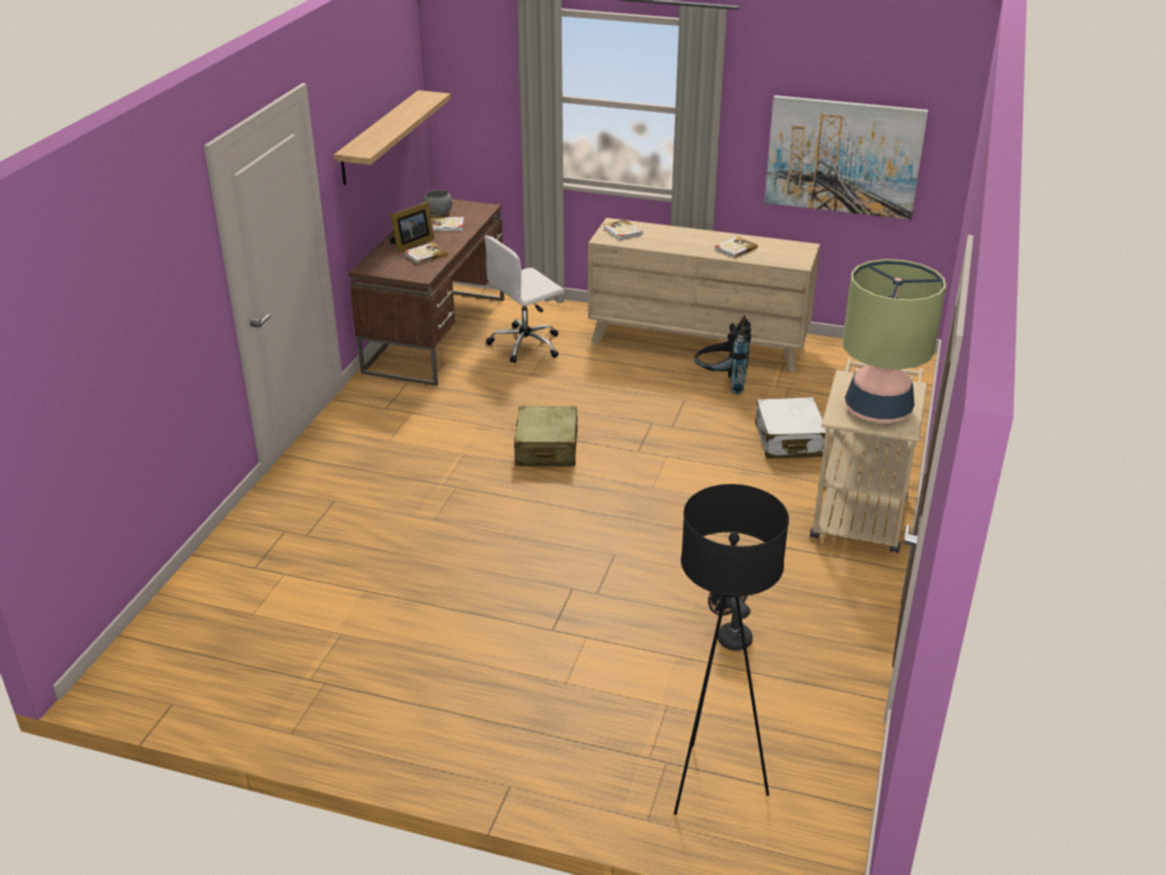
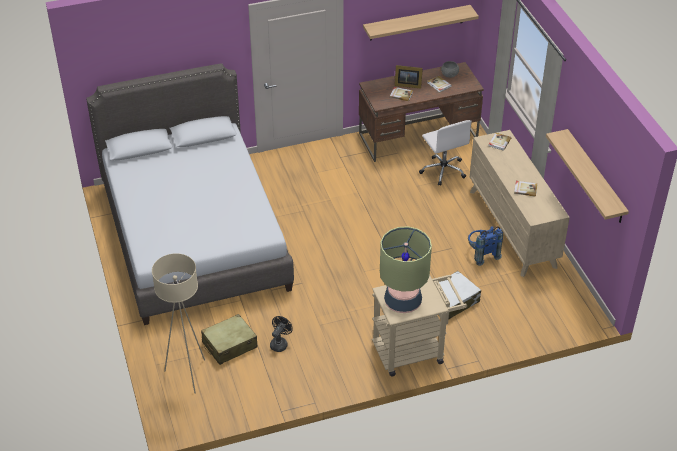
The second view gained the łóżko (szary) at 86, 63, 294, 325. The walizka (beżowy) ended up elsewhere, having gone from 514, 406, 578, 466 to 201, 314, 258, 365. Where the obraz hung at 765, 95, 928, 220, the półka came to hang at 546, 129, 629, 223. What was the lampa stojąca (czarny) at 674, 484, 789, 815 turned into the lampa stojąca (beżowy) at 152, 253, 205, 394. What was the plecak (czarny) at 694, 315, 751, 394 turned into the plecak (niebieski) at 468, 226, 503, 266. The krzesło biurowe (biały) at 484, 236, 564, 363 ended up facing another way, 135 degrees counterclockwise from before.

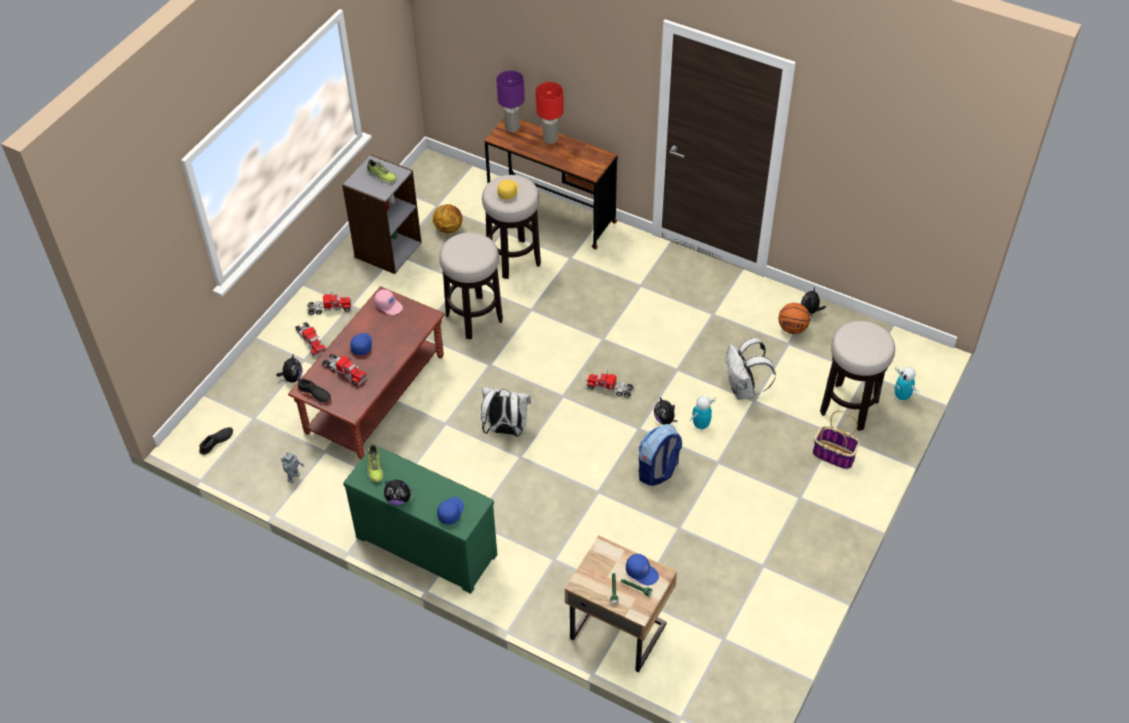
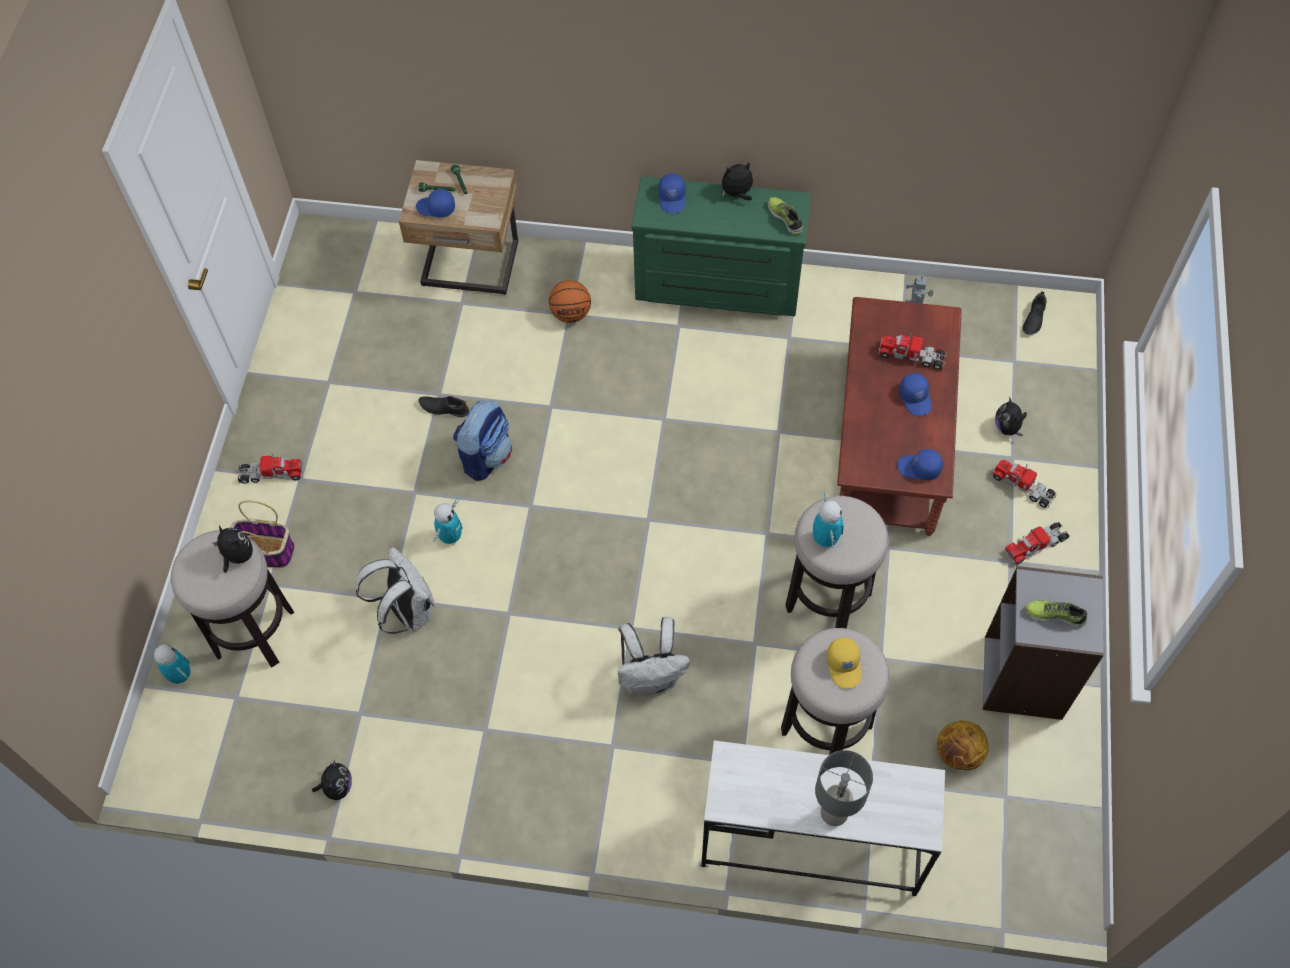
The second view lost the lampa stołowa (fioletowy) at 496, 70, 525, 132. The second view gained the robot zabawkowy at 813, 493, 844, 547. The but (czarny) ended up elsewhere, having gone from 298, 378, 331, 403 to 418, 396, 469, 417. The plecak (biały) ended up elsewhere, having gone from 481, 387, 531, 437 to 618, 617, 690, 695. The ciężarówka zabawkowa ended up elsewhere, having gone from 586, 371, 634, 398 to 238, 454, 303, 484. The pluszak ended up elsewhere, having gone from 654, 397, 678, 425 to 213, 525, 253, 573. The piłka do koszykówki ended up elsewhere, having gone from 778, 303, 810, 334 to 549, 280, 591, 323. What was the czapka z daszkiem (różowy) at 374, 290, 403, 315 turned into the czapka z daszkiem (niebieski) at 897, 449, 943, 480. What was the biurko (brązowy) at 484, 117, 617, 250 turned into the biurko (biały) at 699, 741, 945, 896. What was the lampa stołowa (czerwony) at 536, 82, 564, 144 turned into the lampa stołowa (szary) at 815, 750, 873, 826.

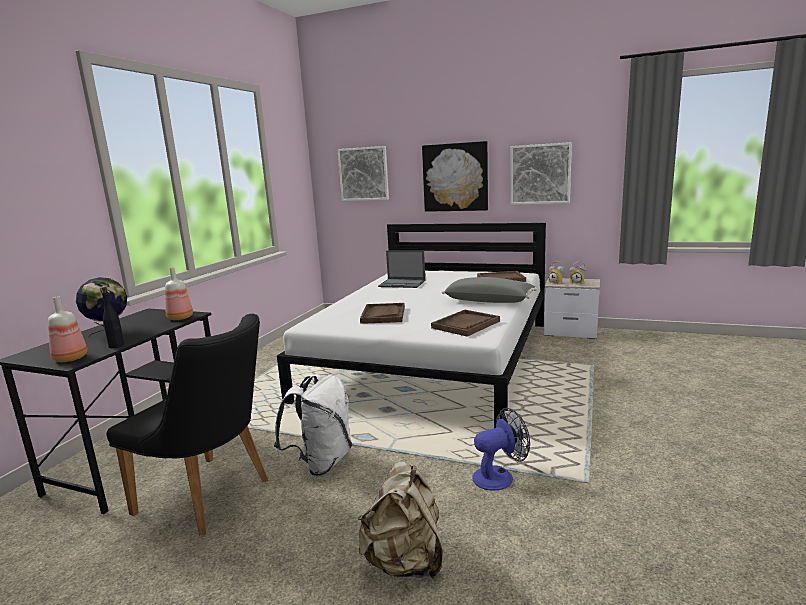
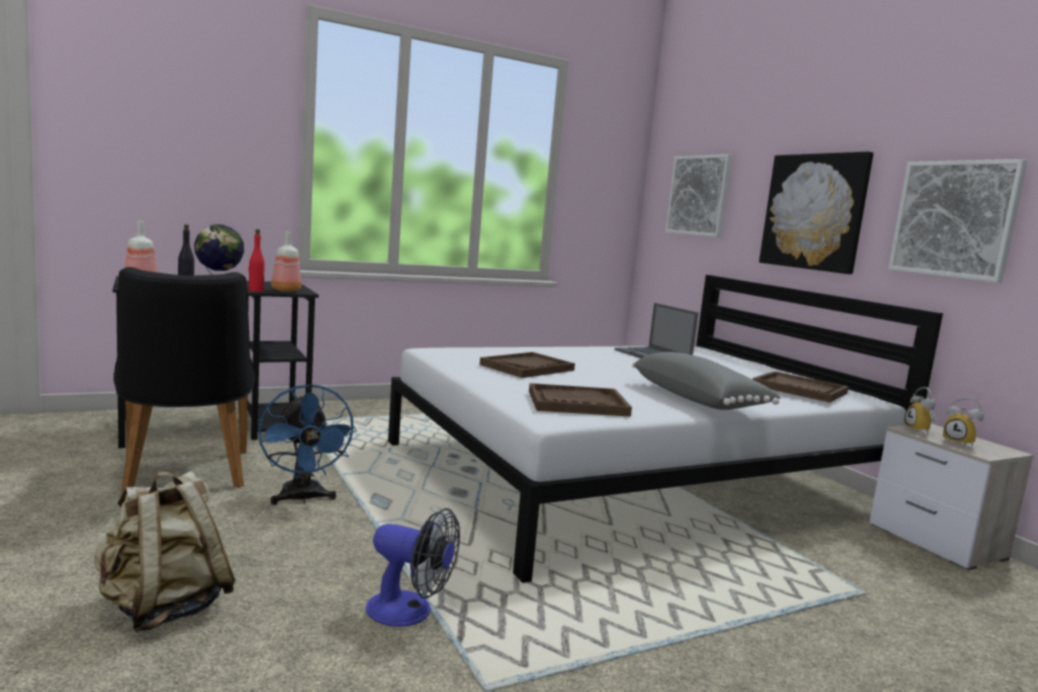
The second view gained the butelka (czerwony) at 249, 229, 265, 292. Where the plecak (biały) stood at 274, 374, 352, 476, the wentylator (niebieski) came to stand at 258, 384, 357, 505.

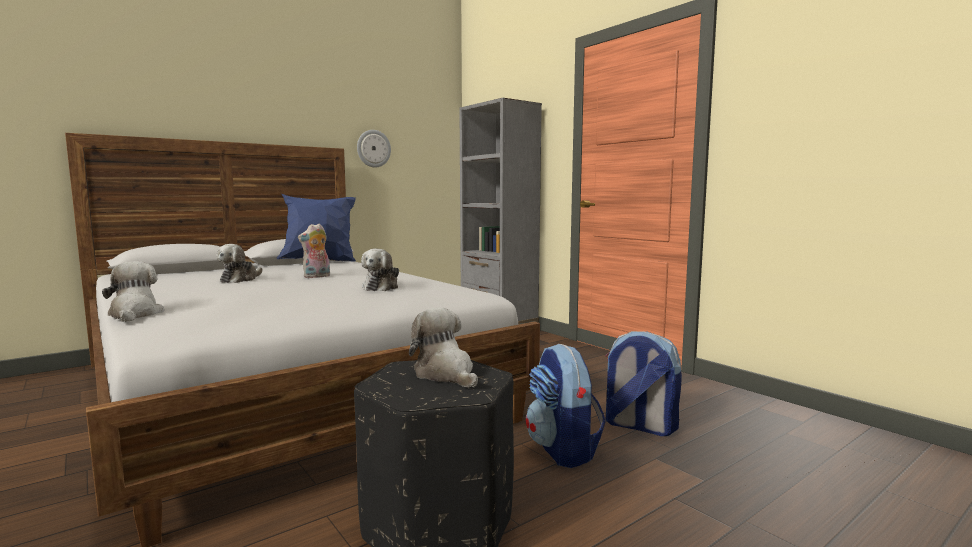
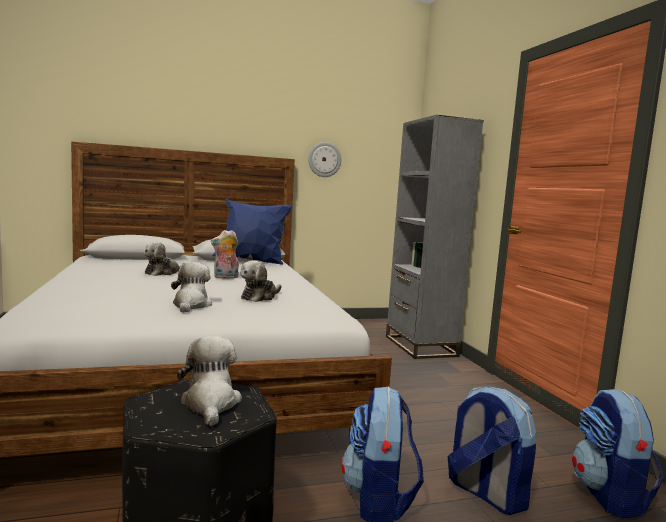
The second view gained the plecak at 572, 389, 664, 518. The pluszak ended up elsewhere, having gone from 102, 261, 164, 322 to 171, 262, 212, 313.

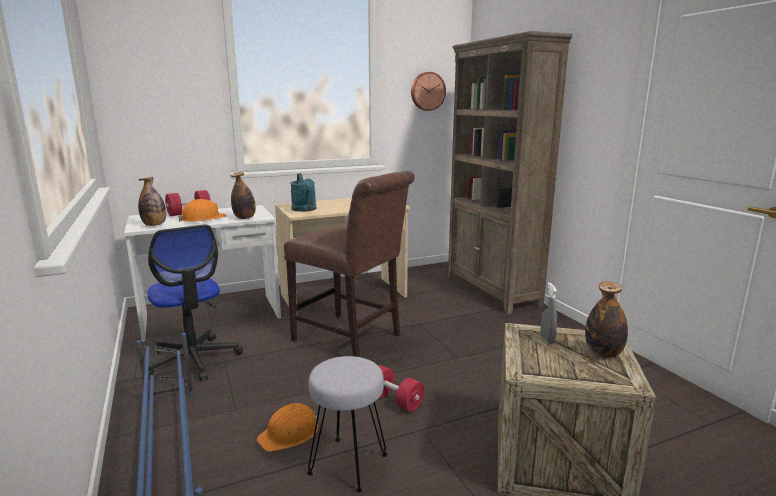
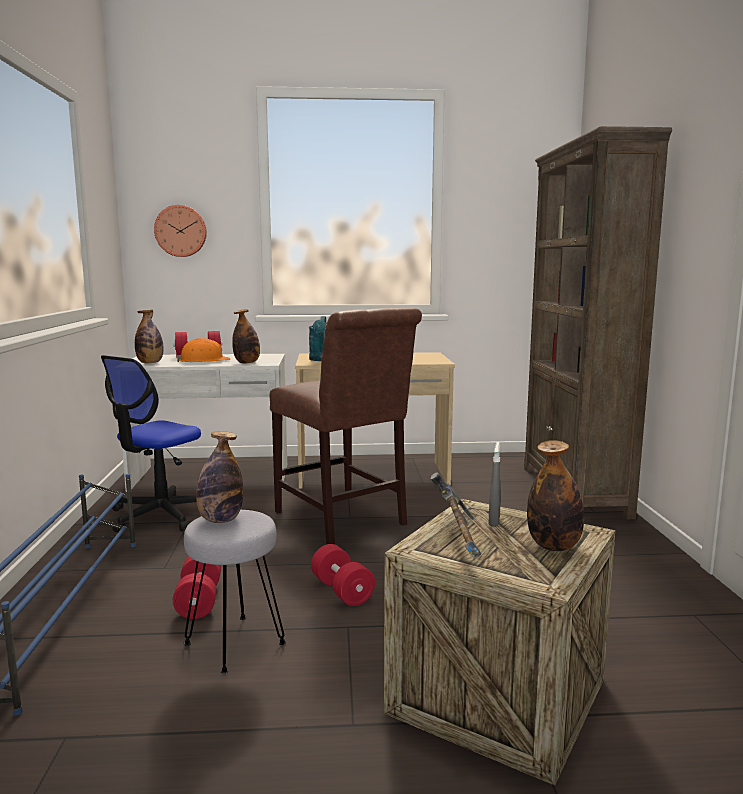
The second view gained the butelka at 196, 431, 243, 523. The second view gained the młotek at 430, 472, 481, 558. The zegar ścienny ended up elsewhere, having gone from 411, 72, 446, 111 to 154, 205, 207, 257. Where the kask (pomarańczowy) stood at 257, 403, 318, 452, the hantel (czerwony) came to stand at 173, 556, 221, 619. The krzesło biurowe at 147, 225, 243, 381 ended up facing another way, 45 degrees clockwise from before.

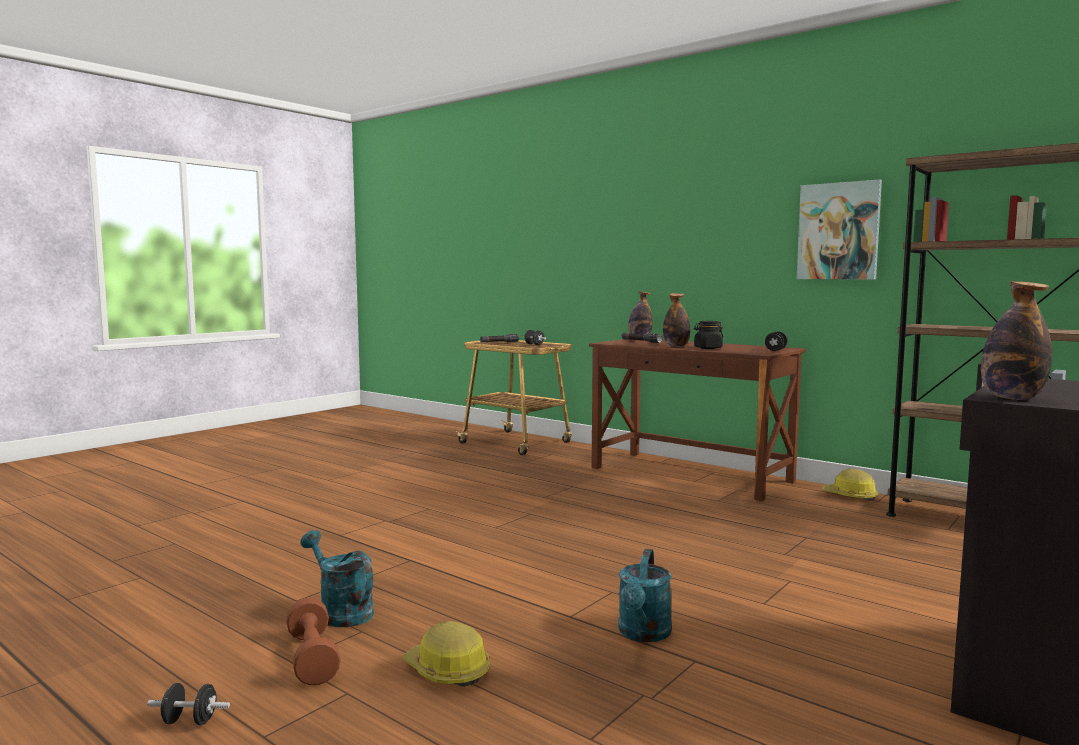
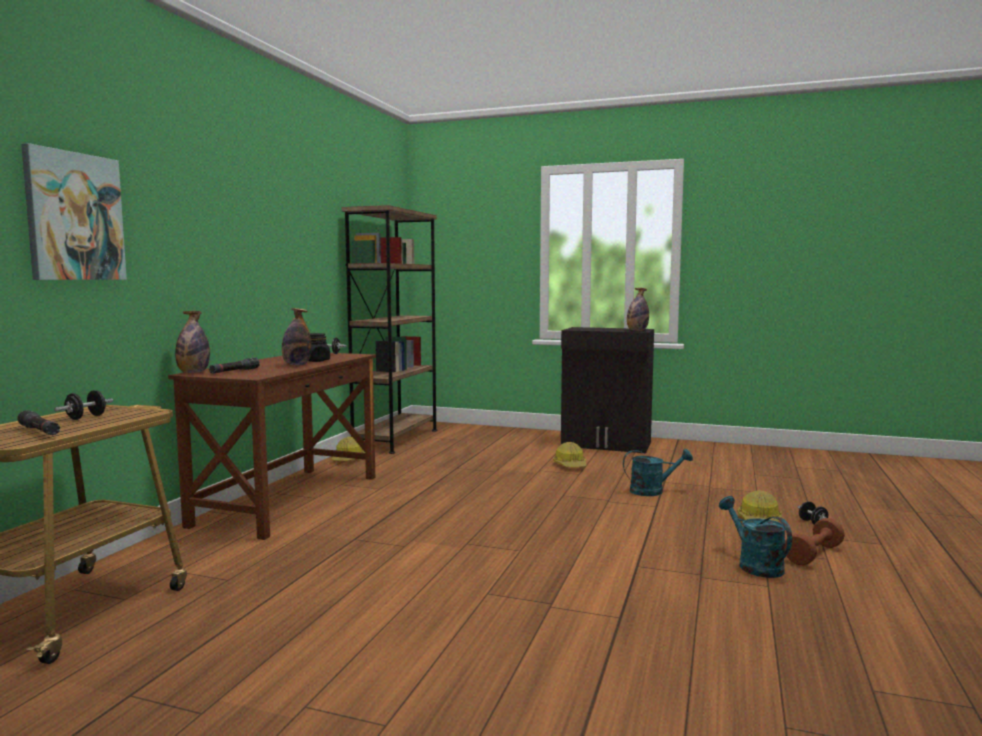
The second view gained the kask at 553, 442, 587, 467. The hantel (czarny) ended up elsewhere, having gone from 147, 683, 230, 725 to 797, 501, 828, 524. The obraz ended up elsewhere, having gone from 797, 179, 882, 280 to 21, 143, 127, 280. The konewka (turkusowy) at 301, 530, 374, 627 ended up facing another way, 135 degrees clockwise from before.

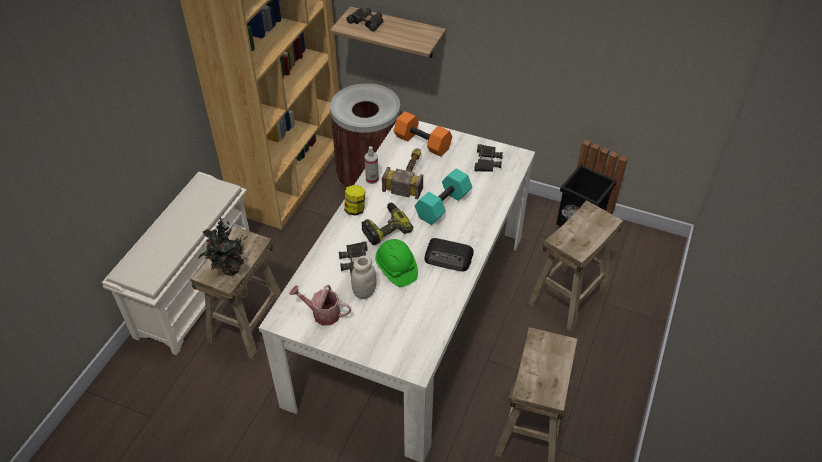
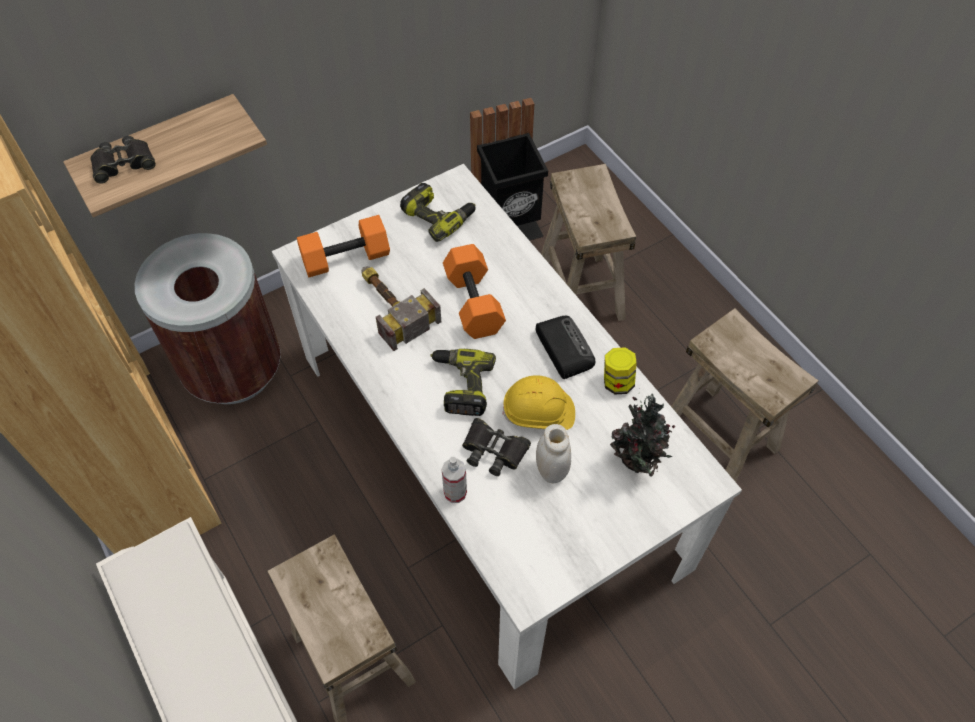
The second view lost the konewka at 289, 284, 351, 326. The roślina doniczkowa ended up elsewhere, having gone from 198, 218, 248, 276 to 610, 393, 675, 477. The słoik ended up elsewhere, having gone from 344, 185, 366, 216 to 604, 347, 637, 394. The spryskiwacz ended up elsewhere, having gone from 365, 146, 379, 184 to 442, 457, 467, 503. Where the lornetka (czarny) stood at 474, 144, 503, 172, the wiertarka came to stand at 400, 183, 476, 242. What was the kask (zielony) at 375, 239, 418, 287 turned into the kask (żółty) at 502, 375, 575, 430. What was the hantel (turkusowy) at 415, 169, 472, 225 turned into the hantel (pomarańczowy) at 443, 244, 506, 339. The radio at 425, 238, 474, 272 ended up facing another way, 75 degrees counterclockwise from before.

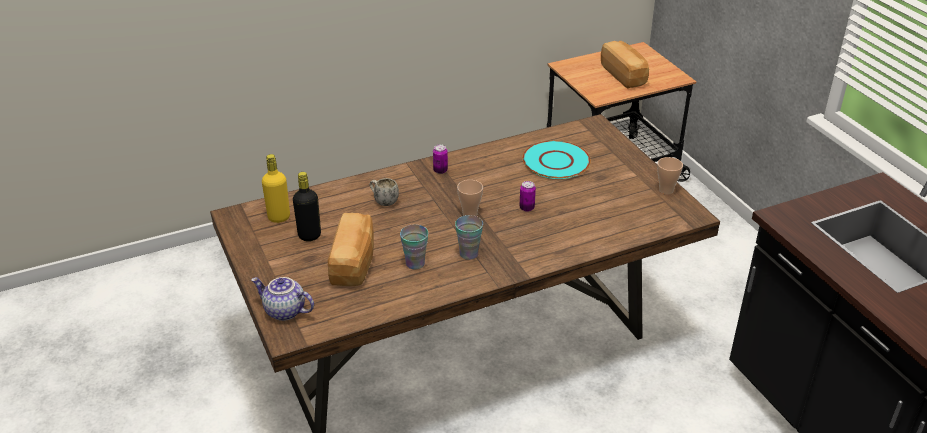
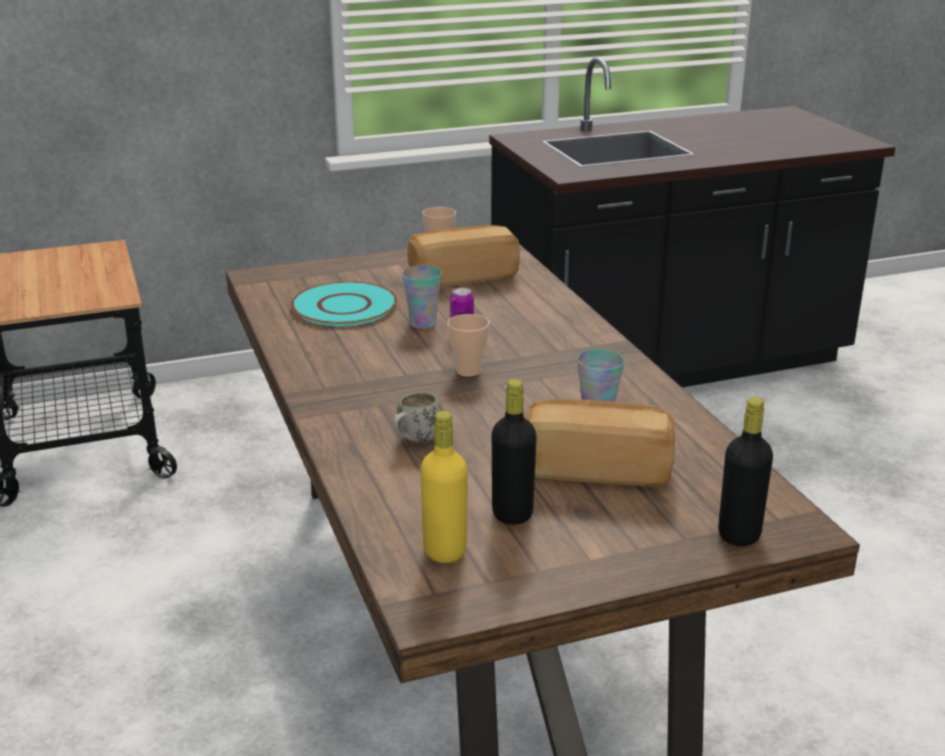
The second view lost the puszka at 433, 144, 448, 174. The filiżanka ended up elsewhere, having gone from 455, 215, 483, 260 to 402, 266, 442, 329. The chleb ended up elsewhere, having gone from 601, 41, 649, 89 to 407, 225, 520, 287. Where the imbryk stood at 251, 277, 314, 321, the butelka (czarny) came to stand at 718, 397, 773, 546.

